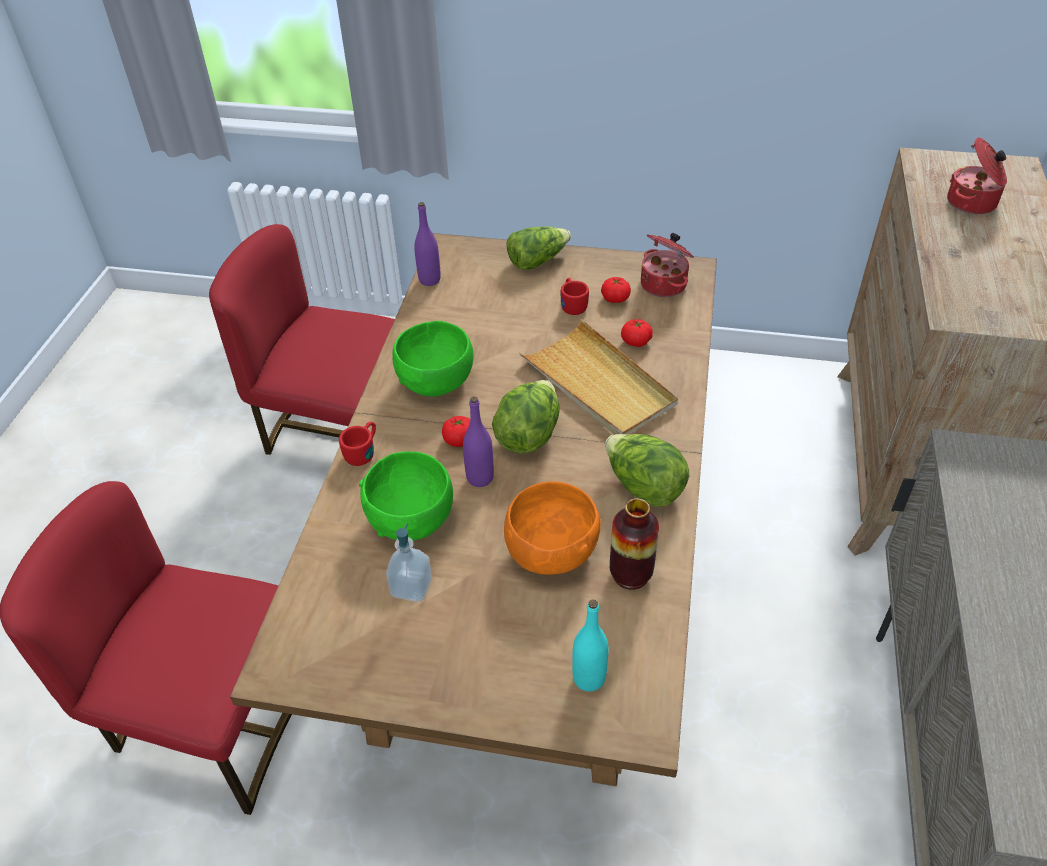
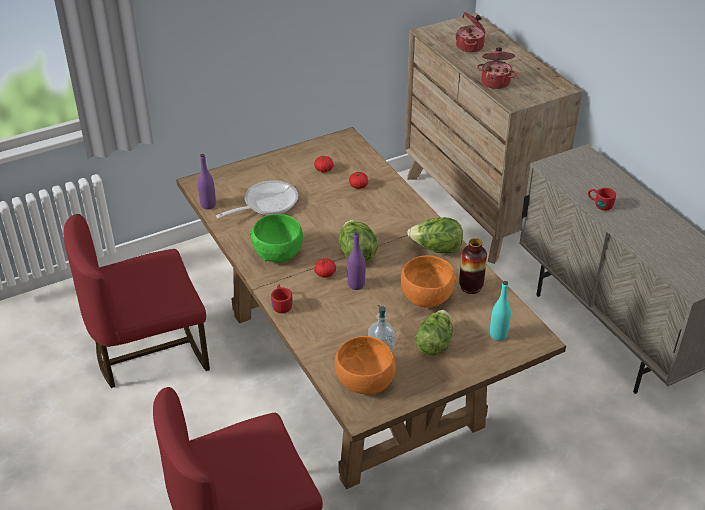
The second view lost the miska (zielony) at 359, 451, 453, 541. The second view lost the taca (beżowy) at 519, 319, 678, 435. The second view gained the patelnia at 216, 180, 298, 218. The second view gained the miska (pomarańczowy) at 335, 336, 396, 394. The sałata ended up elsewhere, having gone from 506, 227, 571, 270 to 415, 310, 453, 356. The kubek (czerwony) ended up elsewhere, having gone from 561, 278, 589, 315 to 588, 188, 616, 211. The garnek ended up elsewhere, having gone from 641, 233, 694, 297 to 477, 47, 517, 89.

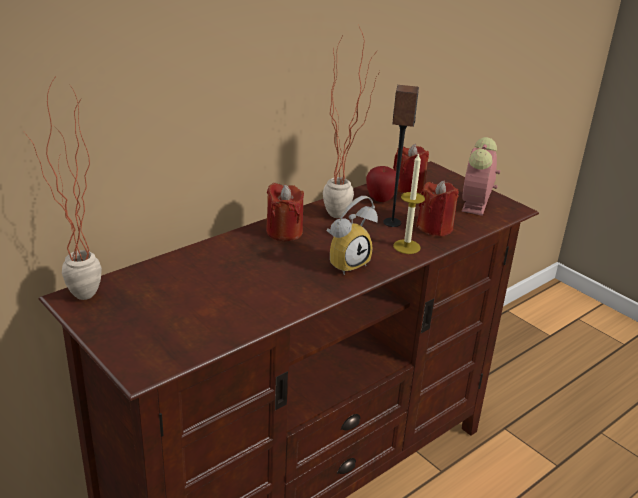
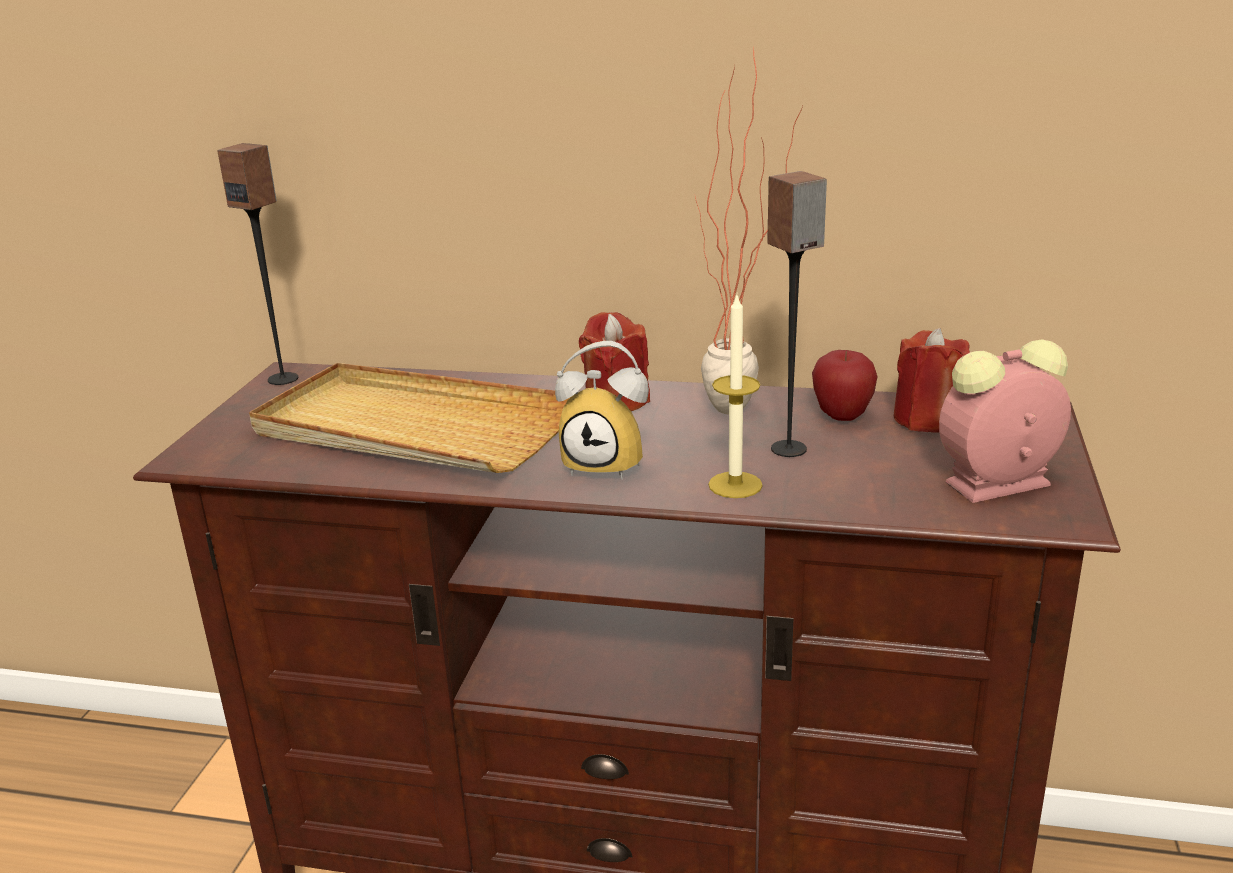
The second view lost the świeca (czerwony) at 416, 180, 459, 237. The second view gained the taca (beżowy) at 249, 363, 572, 473. Where the roślina doniczkowa stood at 24, 78, 102, 300, the głośnik came to stand at 217, 143, 298, 385.

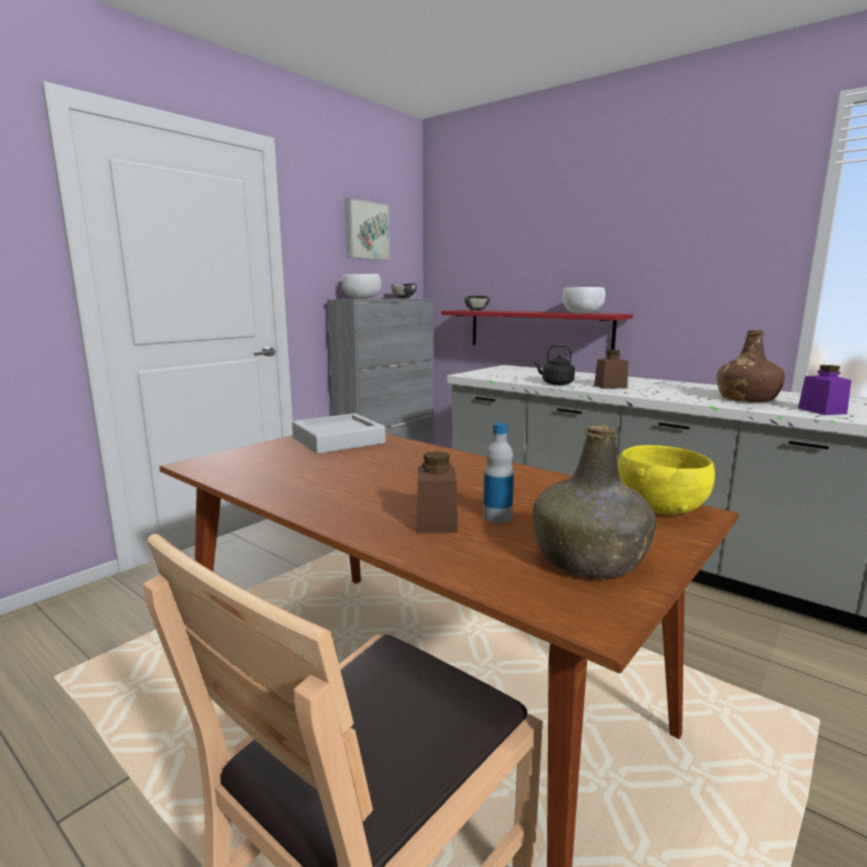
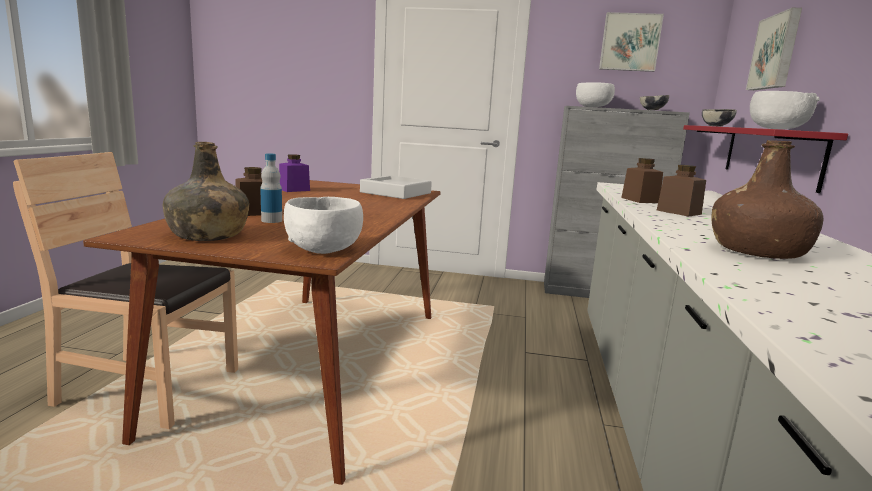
The second view gained the obraz at 746, 8, 802, 90. The słoik (fioletowy) ended up elsewhere, having gone from 798, 365, 851, 415 to 279, 154, 310, 192. Where the czajnik (czarny) stood at 534, 345, 575, 385, the słoik (brązowy) came to stand at 621, 158, 663, 203. What was the miska (żółty) at 617, 445, 715, 515 turned into the miska (biały) at 284, 197, 363, 254.

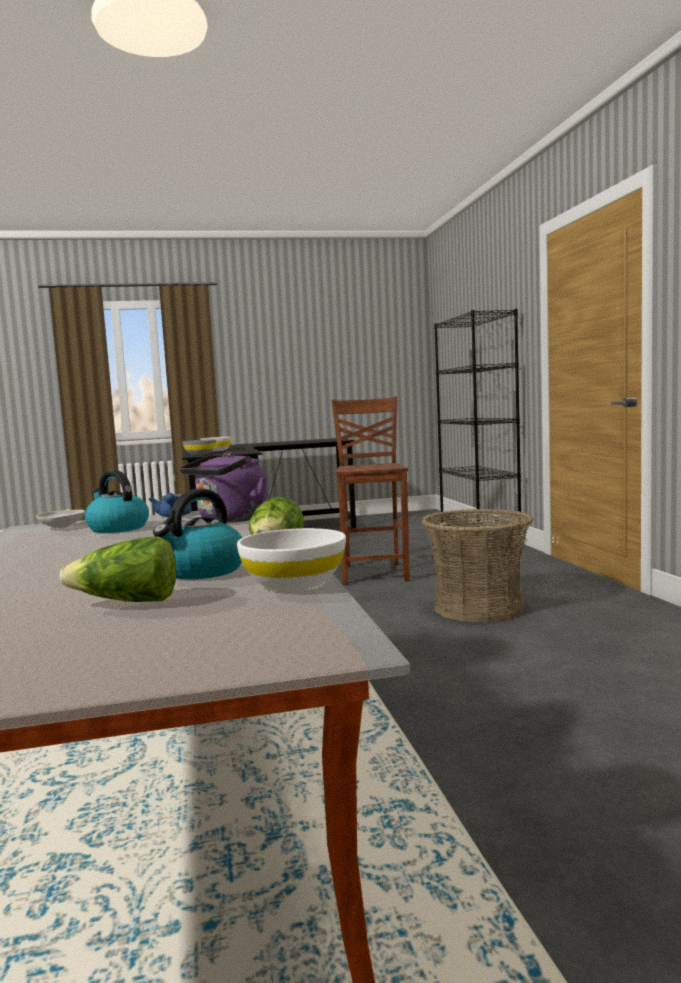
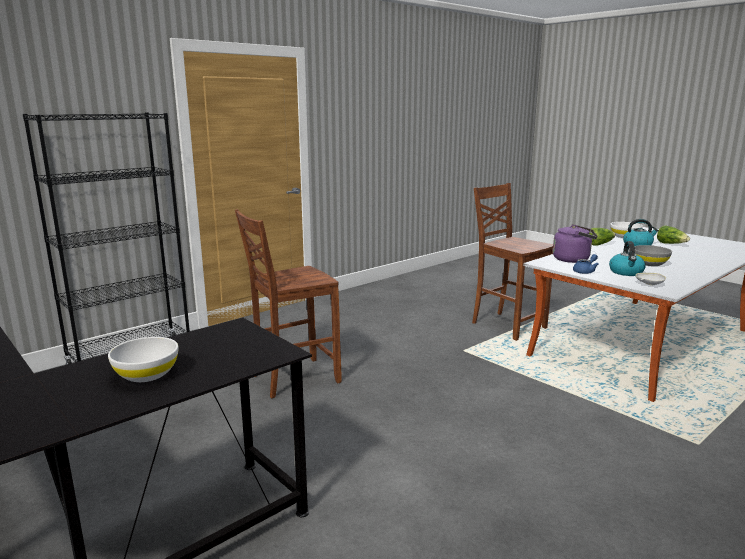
The second view lost the koszyk at 421, 509, 534, 622. The second view gained the krzesło (brązowy) at 472, 183, 553, 341. The miska (szary) ended up elsewhere, having gone from 182, 439, 216, 455 to 634, 245, 672, 266.

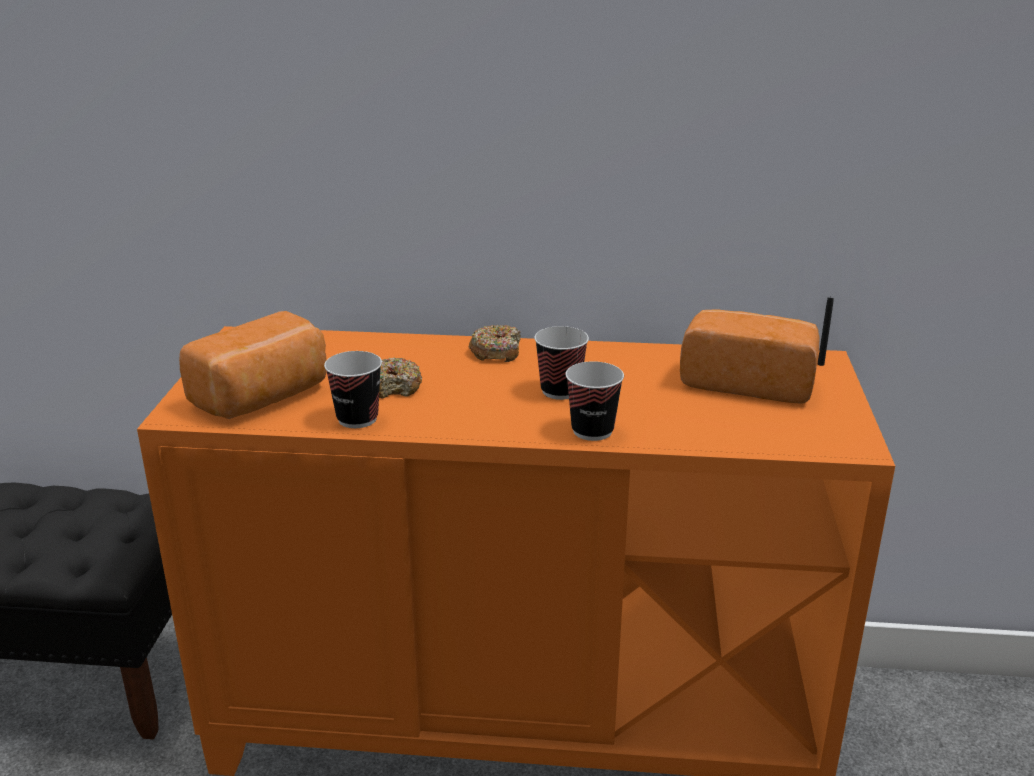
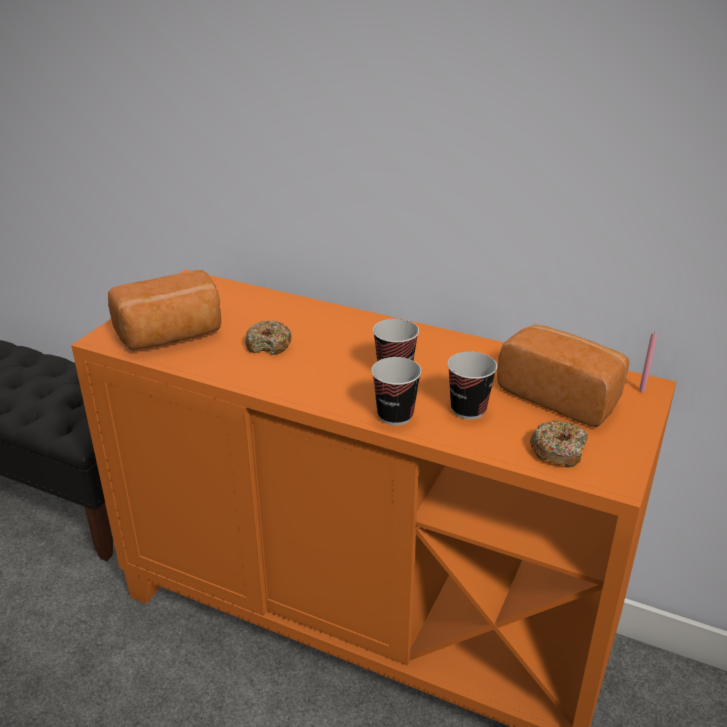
The filiżanka ended up elsewhere, having gone from 324, 351, 382, 428 to 447, 352, 497, 419. The donut ended up elsewhere, having gone from 469, 325, 521, 362 to 530, 420, 588, 468. What was the świeca (czarny) at 818, 297, 834, 366 turned into the świeca (różowy) at 639, 332, 657, 393.

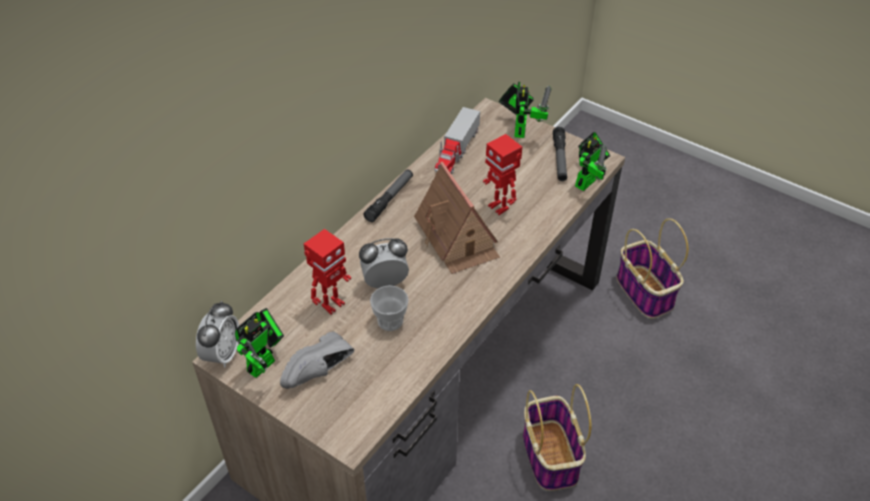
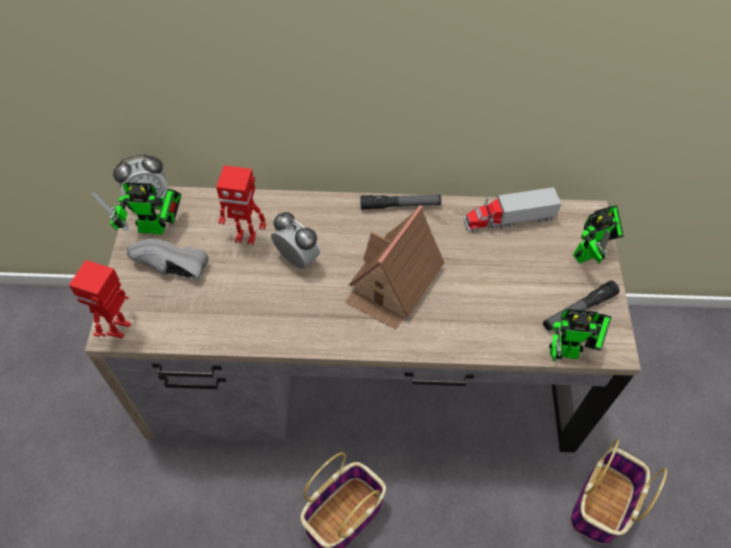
The second view lost the filiżanka at 370, 285, 409, 331. The robot zabawkowy ended up elsewhere, having gone from 483, 134, 522, 215 to 69, 260, 131, 338.

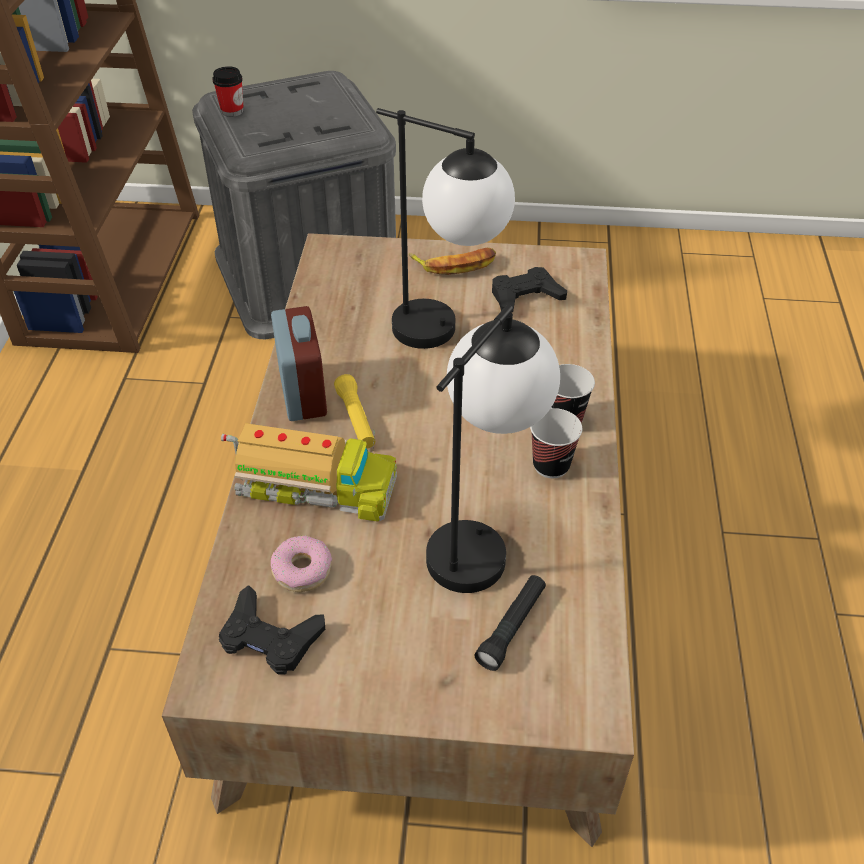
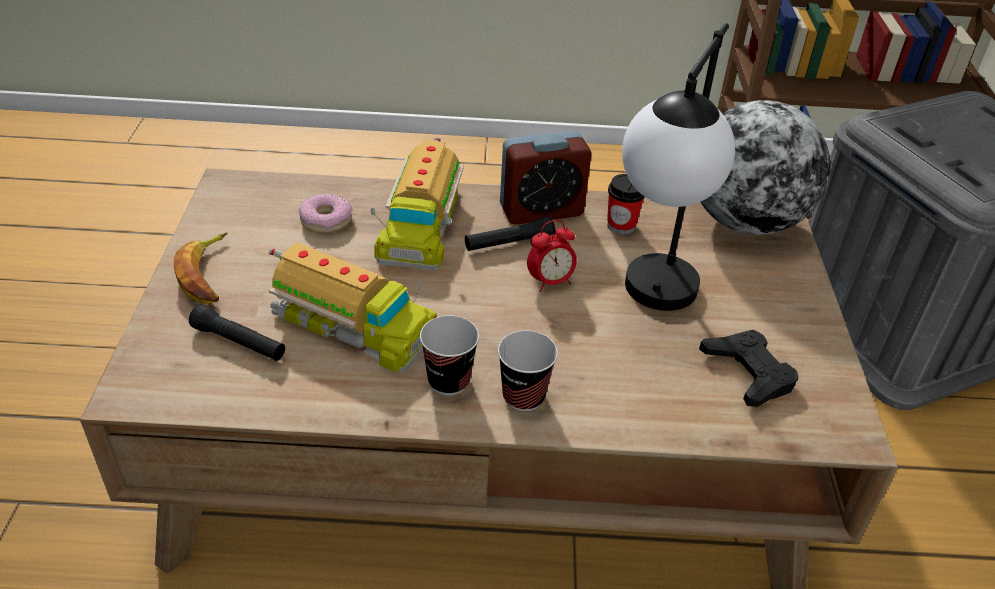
The second view lost the pad do gier (czarny) at 219, 585, 325, 675. The second view gained the budzik at 527, 220, 577, 292. The second view gained the globus at 701, 100, 830, 235. The filiżanka ended up elsewhere, having gone from 213, 66, 244, 117 to 607, 174, 645, 235. The banan ended up elsewhere, having gone from 409, 248, 496, 275 to 174, 232, 227, 304. Where the lampa stołowa stood at 426, 305, 560, 593, the ciężarówka zabawkowa came to stand at 269, 242, 437, 373. What was the latarka (żółty) at 334, 374, 375, 449 turned into the latarka (czarny) at 465, 216, 555, 251.

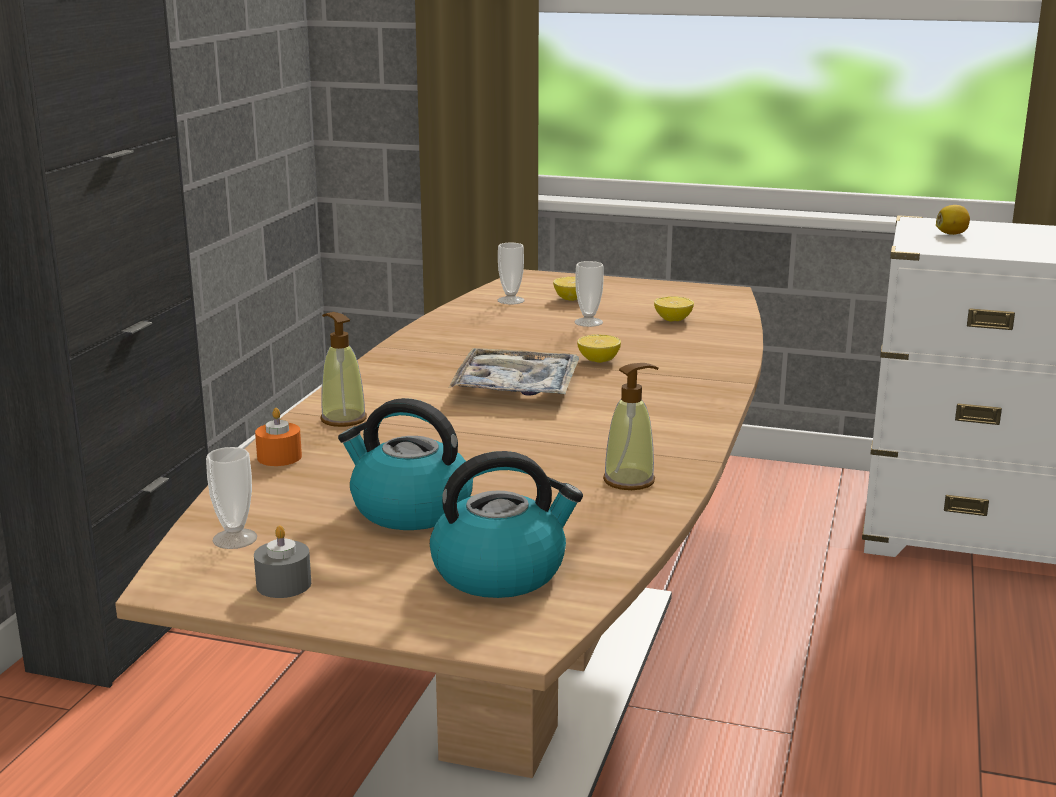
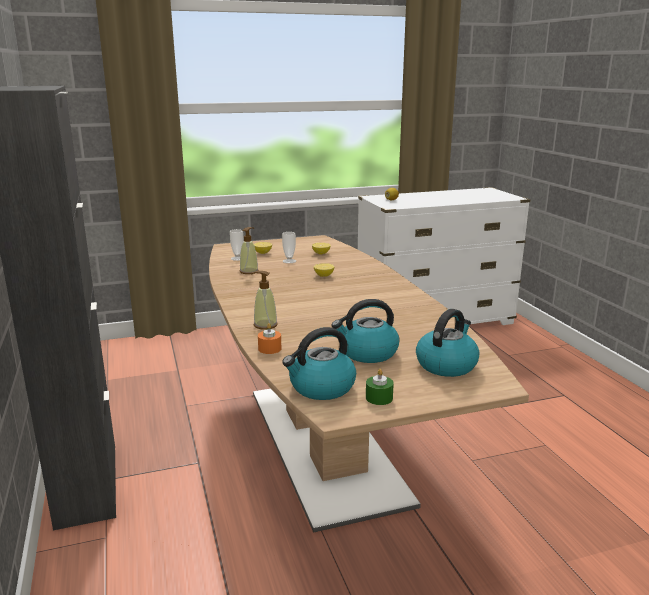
The second view lost the taca at 449, 348, 579, 396. The dozownik mydła ended up elsewhere, having gone from 603, 363, 658, 490 to 240, 227, 258, 274. Where the filiżanka stood at 206, 447, 257, 549, the czajnik came to stand at 282, 327, 356, 400. What was the świeca (szary) at 254, 525, 311, 598 turned into the świeca (zielony) at 366, 369, 394, 405.

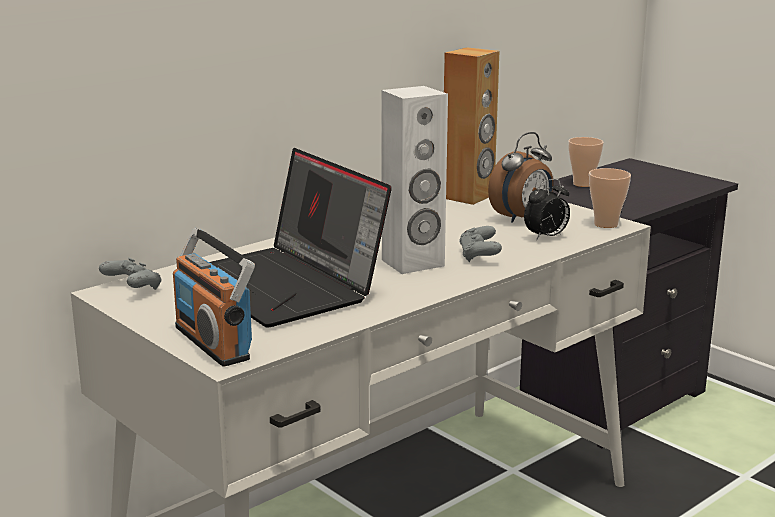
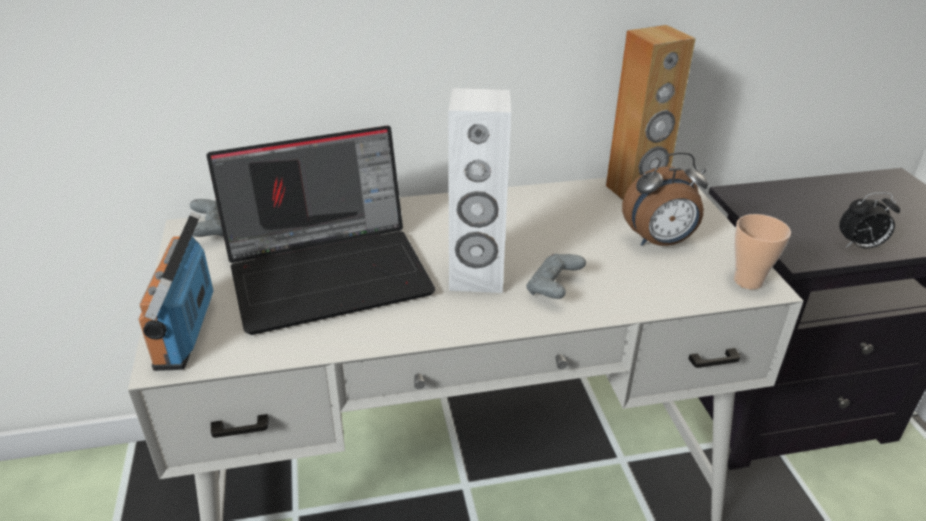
The second view lost the filiżanka at 568, 137, 604, 187. The budzik ended up elsewhere, having gone from 524, 179, 570, 241 to 839, 192, 900, 249. The laptop at 210, 148, 392, 327 ended up facing another way, 105 degrees counterclockwise from before.

